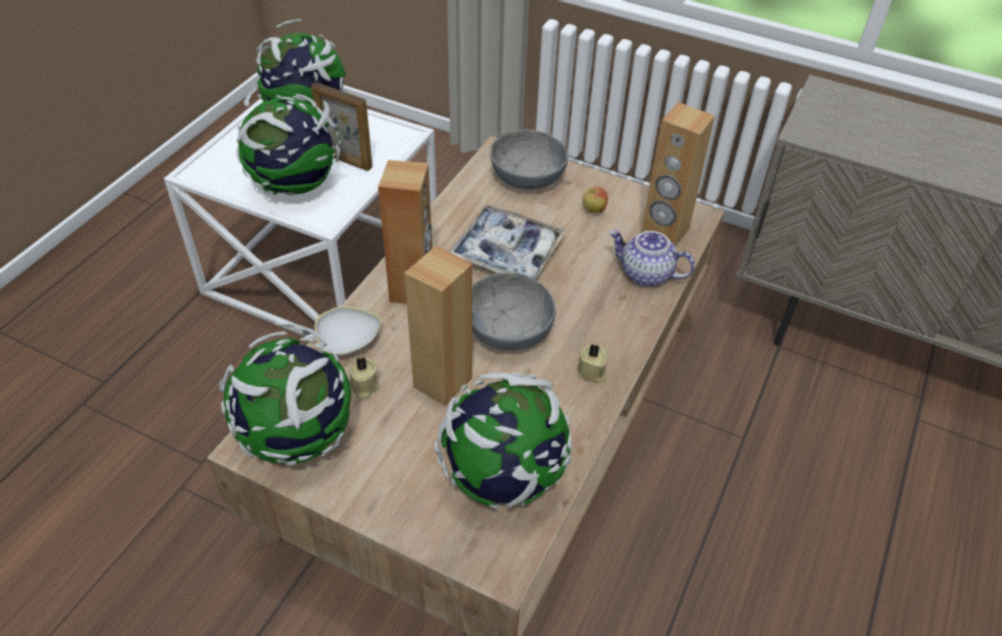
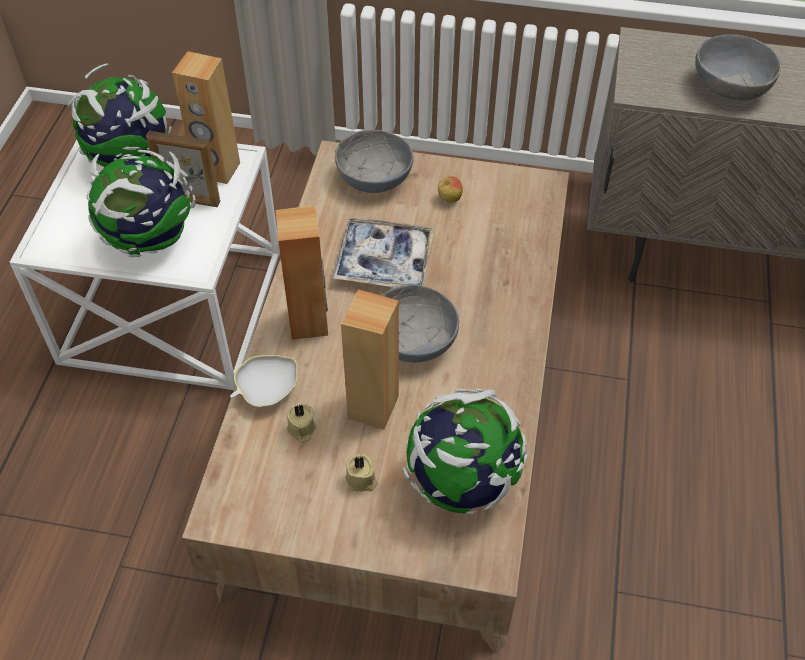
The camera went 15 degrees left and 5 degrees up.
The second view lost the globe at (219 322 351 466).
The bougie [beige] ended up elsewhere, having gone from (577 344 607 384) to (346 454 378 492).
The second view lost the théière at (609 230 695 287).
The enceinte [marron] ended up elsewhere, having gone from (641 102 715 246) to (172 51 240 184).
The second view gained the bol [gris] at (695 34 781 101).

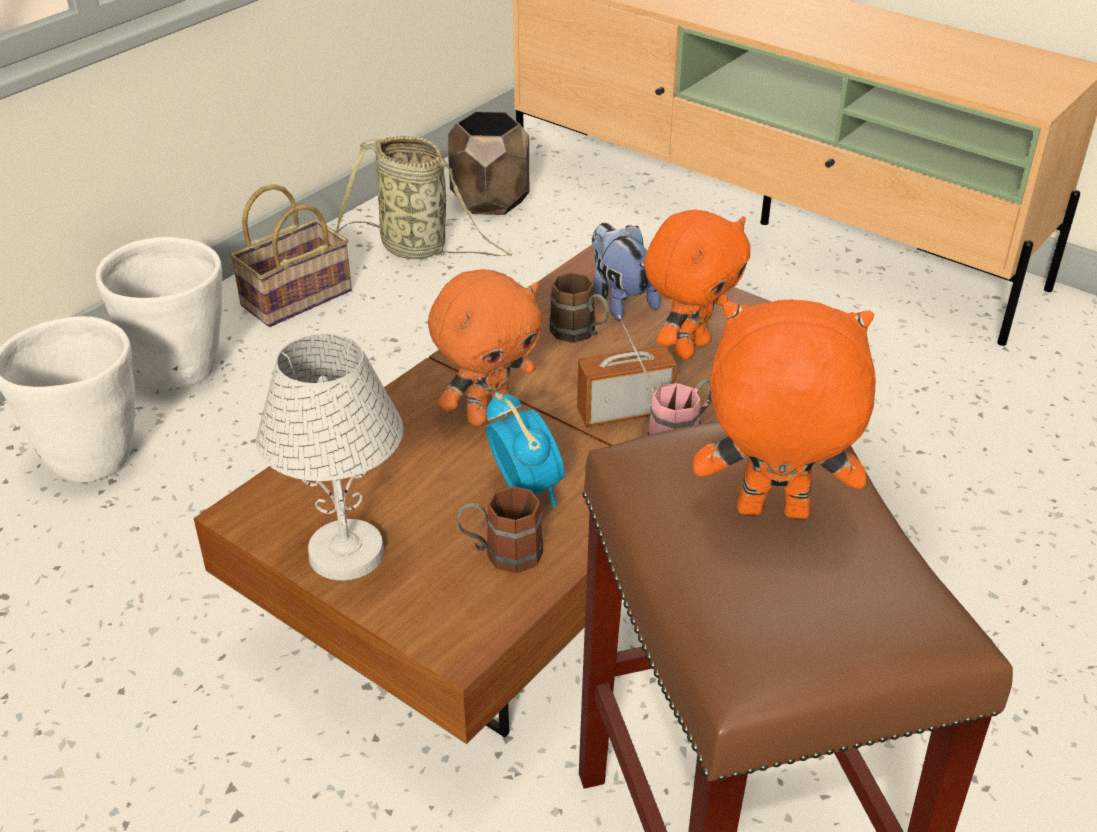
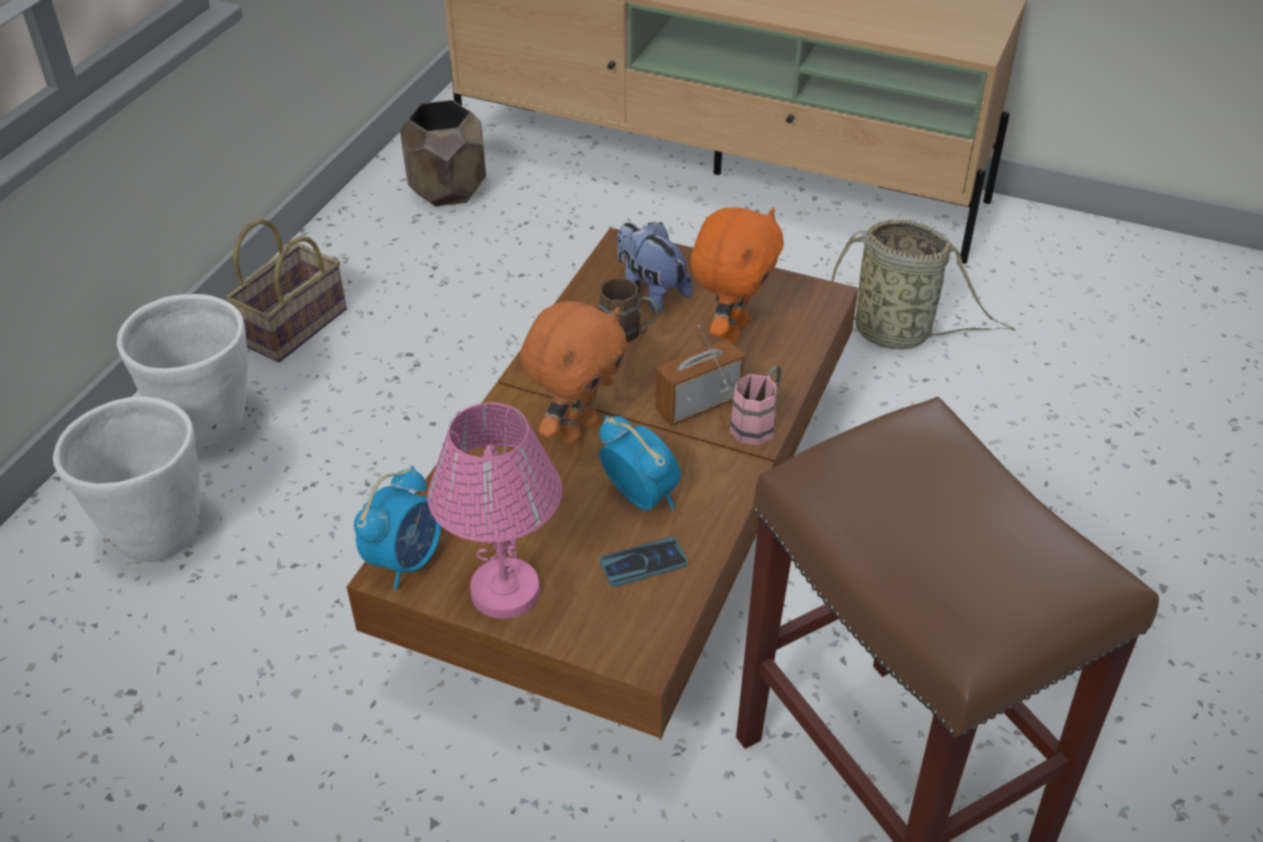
The camera went 15 degrees left and 5 degrees up.
What was the lampe de table [blanc] at (256 333 403 580) turned into the lampe de table [rose] at (427 402 562 619).
The panier ended up elsewhere, having gone from (336 136 512 259) to (831 219 1016 350).
Where the mug [marron] stood at (456 486 543 573), the téléphone came to stand at (600 537 687 587).
The second view lost the peluche [orange] at (693 300 876 519).
The second view gained the réveil at (354 466 441 590).

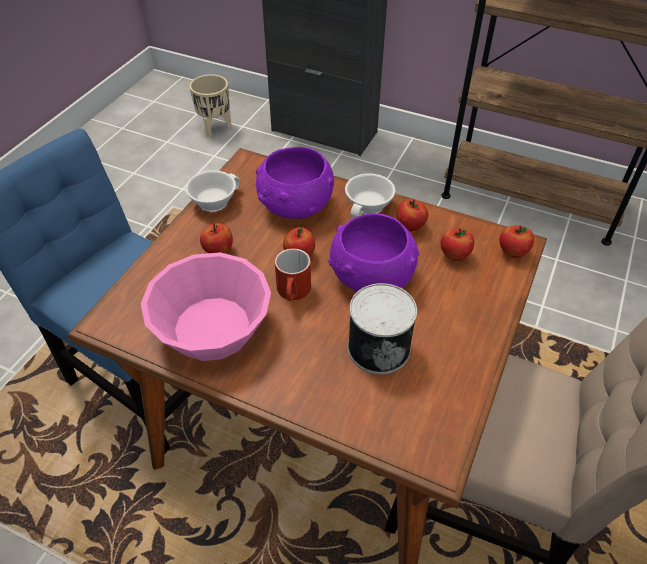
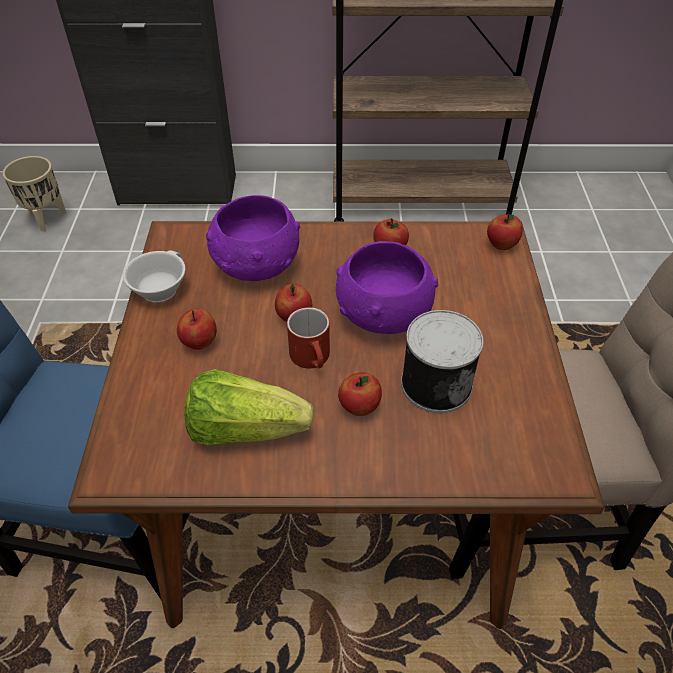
The camera went 25 degrees left and 0 degrees up.
Where the bol [rose] stood at (141 252 271 361), the laitue came to stand at (185 369 314 445).
The second view lost the tasse [blanc] at (345 173 395 218).
The pomme ended up elsewhere, having gone from (440 228 474 261) to (338 372 382 416).

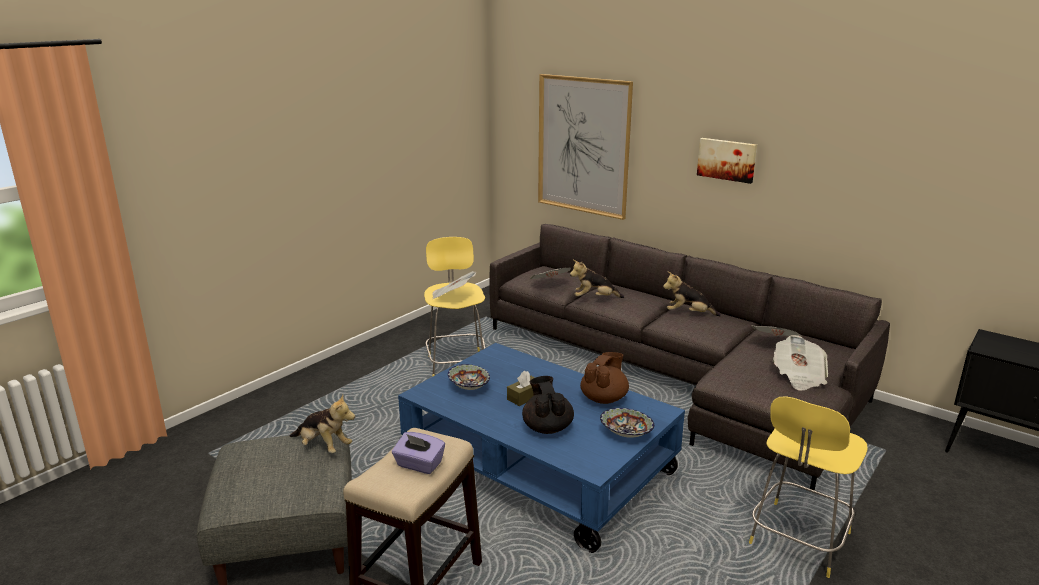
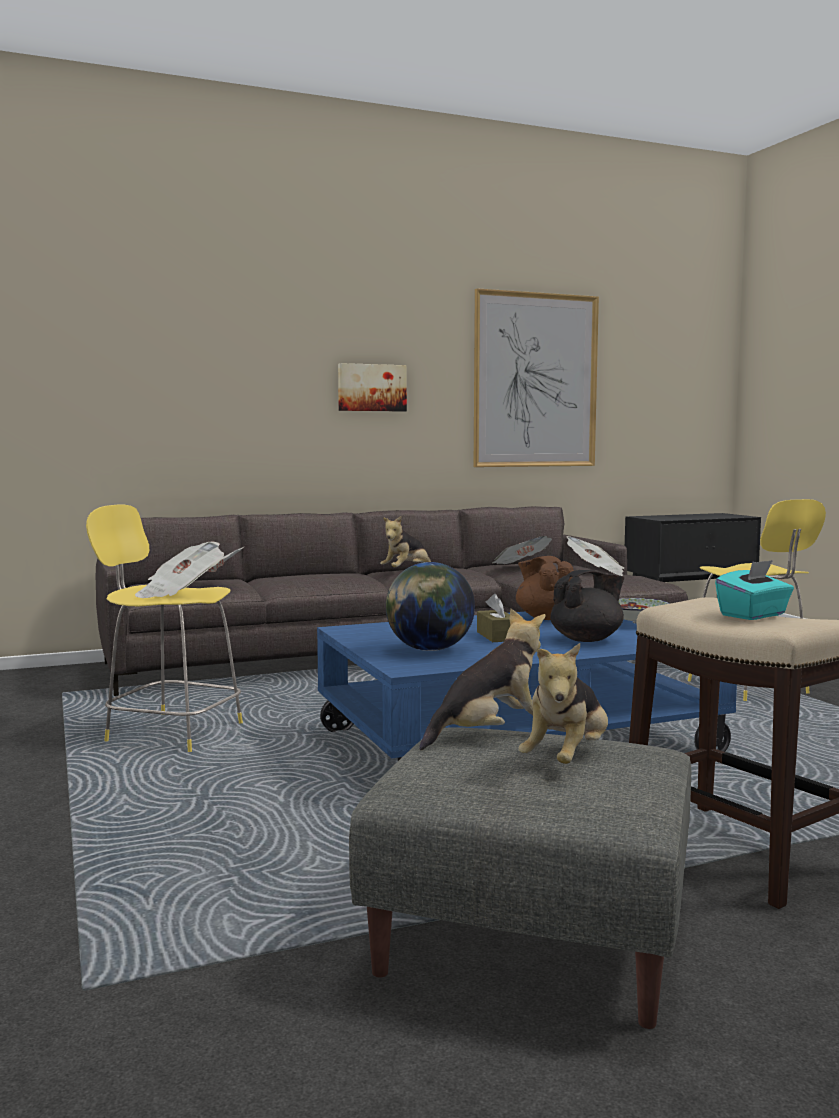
The camera went 60 degrees left and 15 degrees down.
What was the boîte à mouchoirs [violet] at (392 432 445 474) turned into the boîte à mouchoirs [turquoise] at (715 560 794 620).
Where the bol stood at (448 364 490 390), the globe came to stand at (386 562 475 651).
The théière [noir] at (522 376 574 434) ended up facing another way, 135 degrees clockwise from before.
The tableau ended up elsewhere, having gone from (538 74 633 220) to (474 288 599 467).
The peluche ended up elsewhere, having gone from (570 260 624 298) to (518 643 608 764).

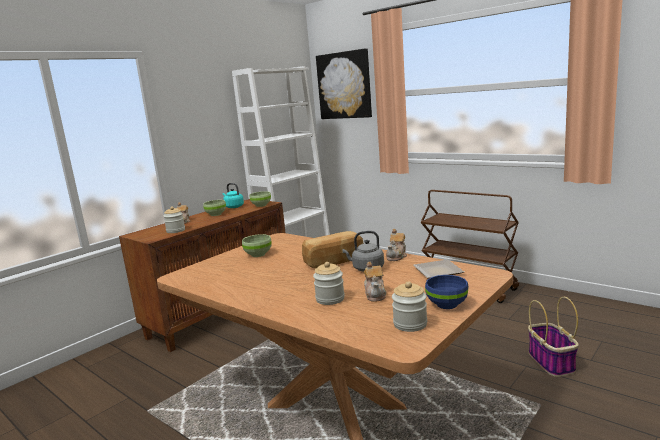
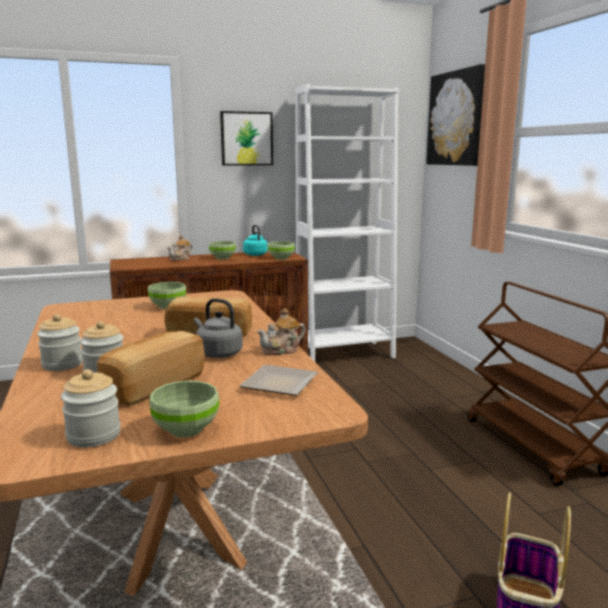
The camera went 30 degrees right and 0 degrees up.
The bocal ended up elsewhere, having gone from (163 206 185 233) to (37 314 83 371).
Where the théière stood at (364 262 387 302), the pain came to stand at (97 331 205 406).
What was the bol [bleu] at (425 275 468 309) turned into the bol [vert] at (150 381 219 437).
The second view gained the tableau at (220 111 273 166).

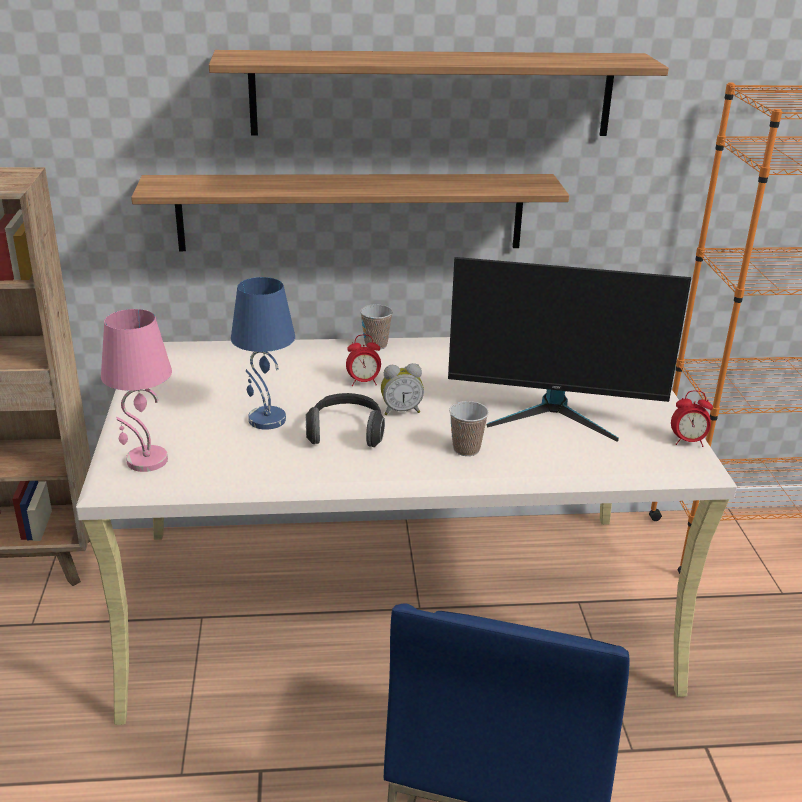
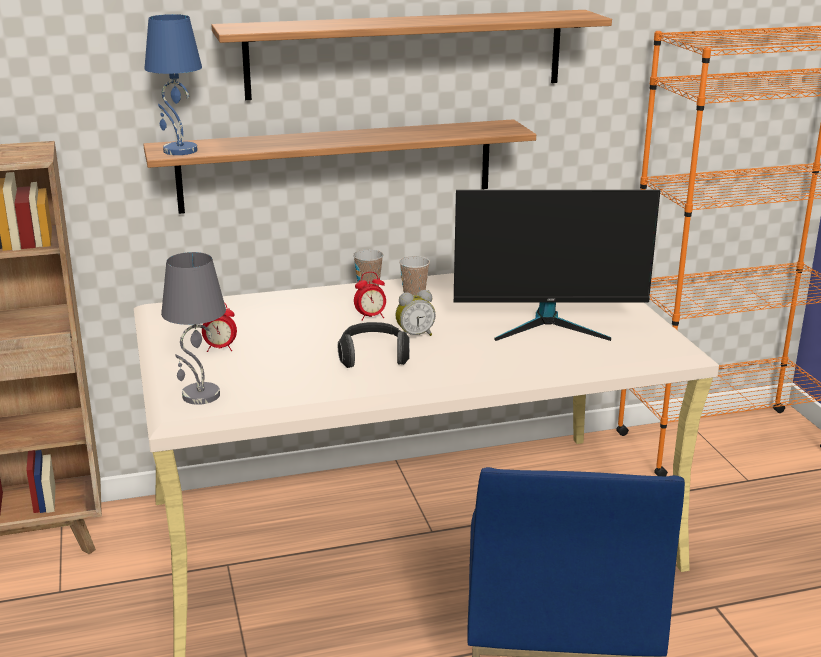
The camera went 10 degrees left and 5 degrees down.
What was the lampe de table [rose] at (101 309 172 472) turned into the lampe de table [gris] at (161 252 226 405).
The lampe de table [bleu] ended up elsewhere, having gone from (231 277 295 430) to (144 14 202 155).
The tasse ended up elsewhere, having gone from (449 401 489 456) to (399 256 430 295).
The réveil ended up elsewhere, having gone from (671 390 713 447) to (202 303 237 352).

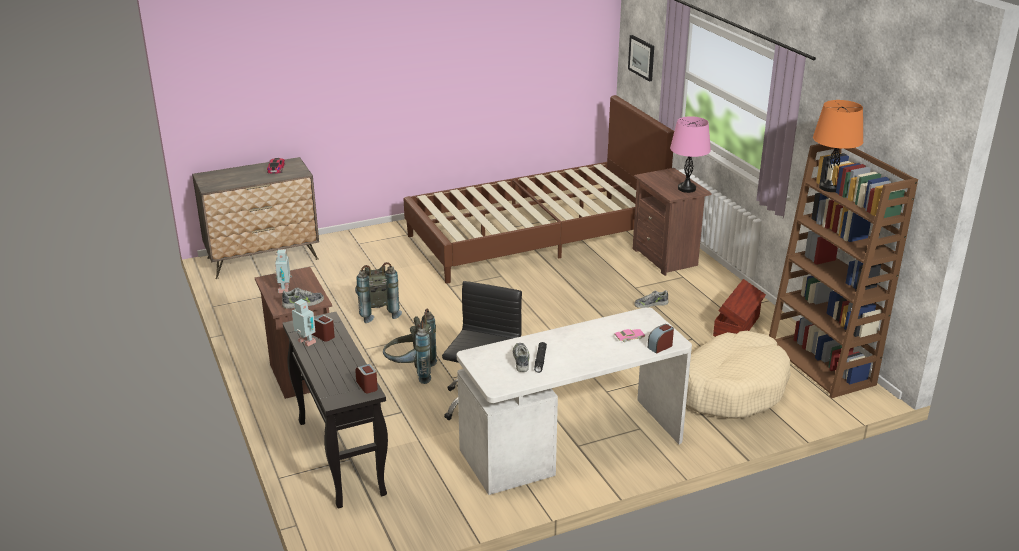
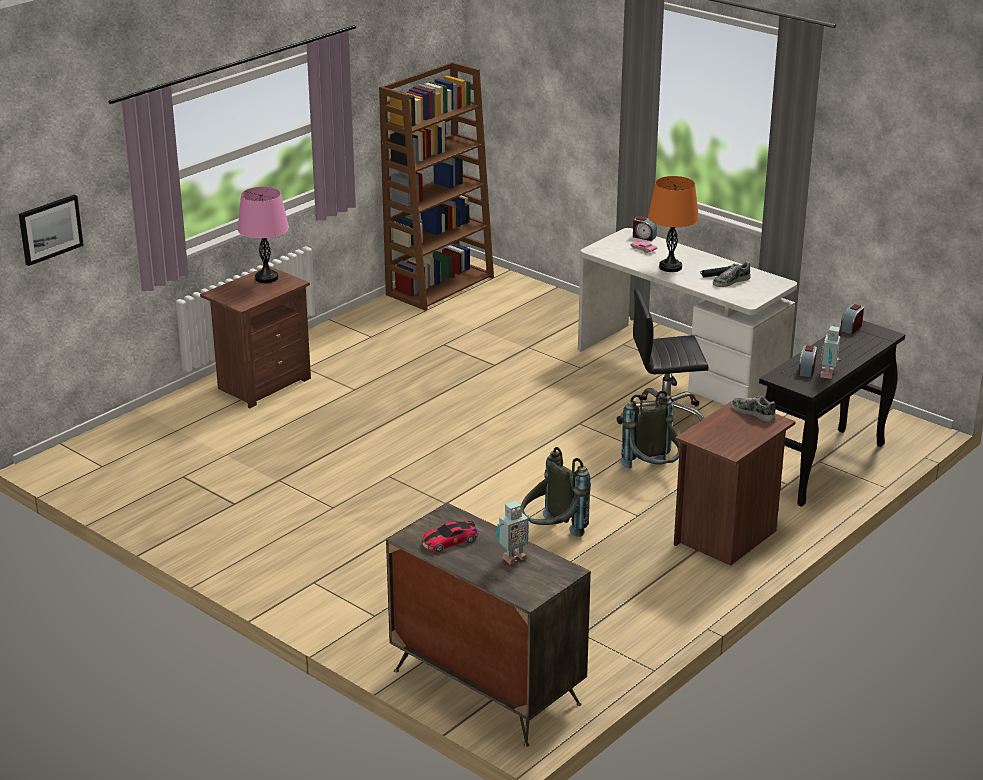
The camera went 115 degrees left and 0 degrees up.
The robot jouet ended up elsewhere, having gone from (275 249 292 293) to (496 501 529 565).
The second view lost the lit [marron] at (404 95 674 283).
The second view lost the chaussure at (634 290 669 308).
The second view lost the panier pour chien [beige] at (686 331 791 419).
The second view lost the boîte de rangement [marron] at (713 279 766 337).
The lampe de table [orange] ended up elsewhere, having gone from (813 100 863 192) to (648 176 699 272).

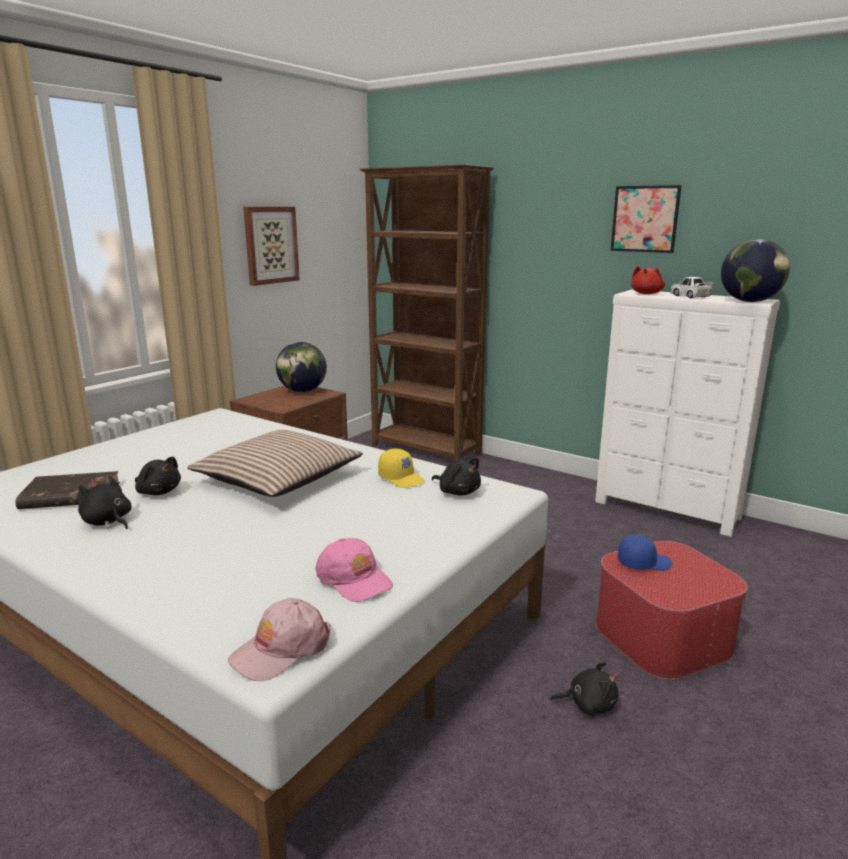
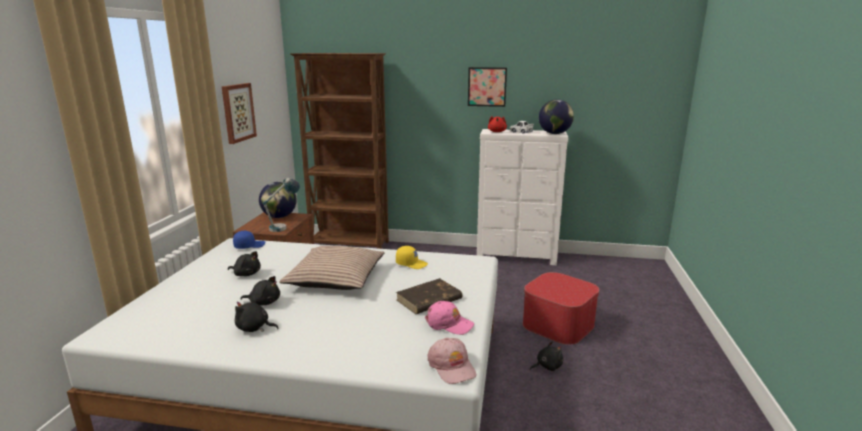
The camera went 25 degrees left and 0 degrees up.
The livre [marron] ended up elsewhere, having gone from (15 471 120 509) to (396 278 463 314).
The casquette [rose] at (228 598 330 682) ended up facing another way, 45 degrees counterclockwise from before.
The peluche [noir] ended up elsewhere, having gone from (432 458 481 495) to (228 251 261 276).
The casquette [bleu] ended up elsewhere, having gone from (618 535 672 571) to (233 231 265 249).
The second view gained the lampe de table at (263 178 300 232).

